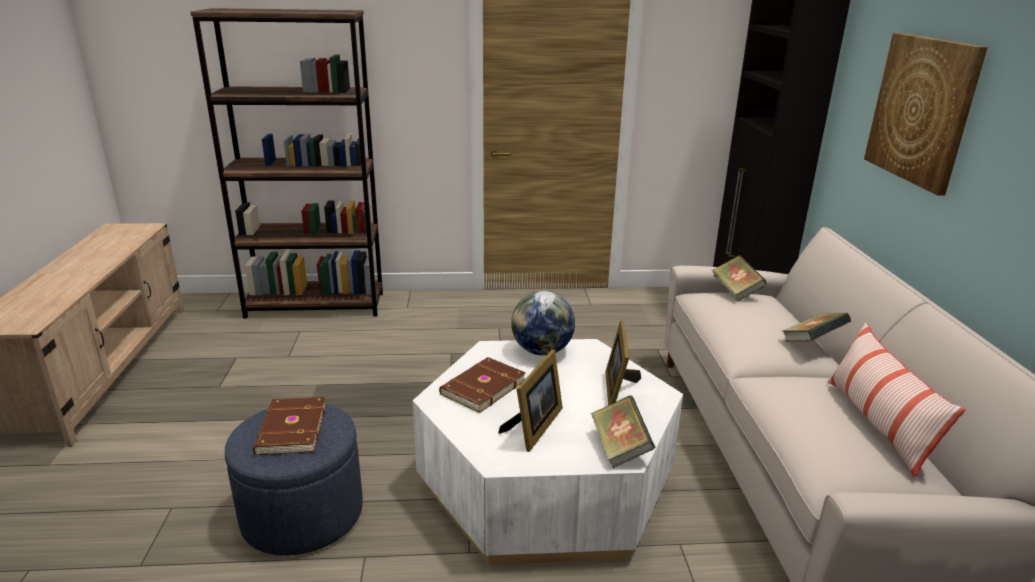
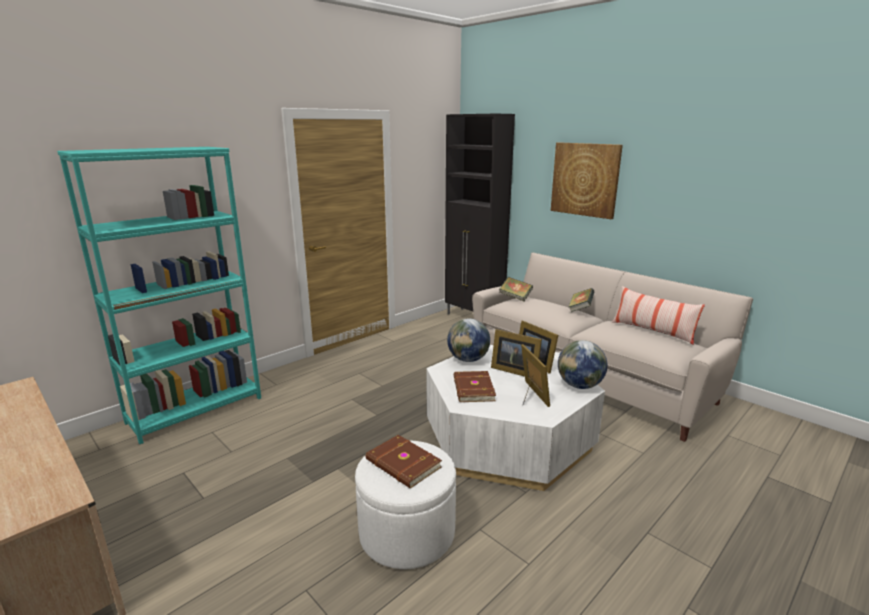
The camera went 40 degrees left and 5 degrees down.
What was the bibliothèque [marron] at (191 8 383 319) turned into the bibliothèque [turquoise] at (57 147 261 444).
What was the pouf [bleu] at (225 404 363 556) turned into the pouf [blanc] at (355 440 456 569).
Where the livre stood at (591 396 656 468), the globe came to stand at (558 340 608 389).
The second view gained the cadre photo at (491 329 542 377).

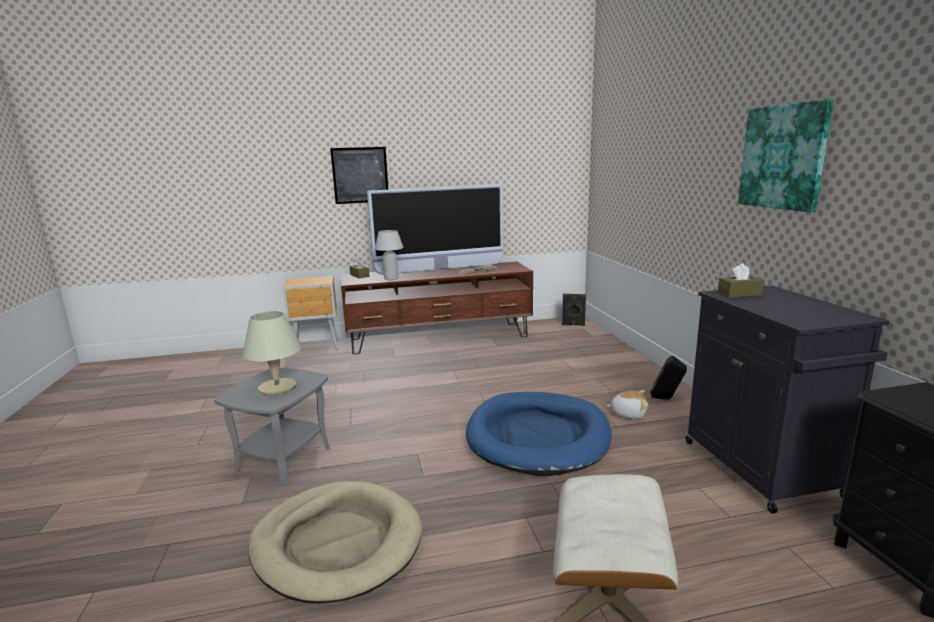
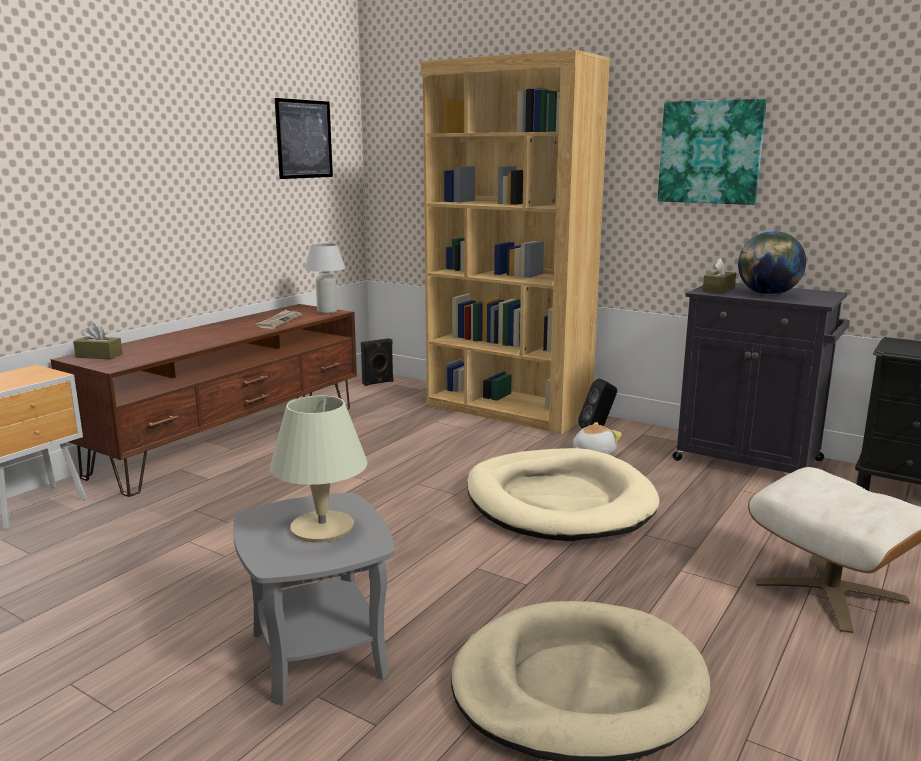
The camera went 45 degrees left and 0 degrees up.
The tableau ended up elsewhere, having gone from (330 147 388 204) to (275 98 333 179).
The second view lost the téléviseur at (367 184 503 275).
The lampe de table [blanc] ended up elsewhere, having gone from (375 230 404 280) to (305 243 345 314).
What was the panier pour chien [bleu] at (466 392 612 476) turned into the panier pour chien [beige] at (467 448 659 541).
The second view gained the bibliothèque [marron] at (421 50 610 435).
The second view gained the globe at (738 231 806 295).

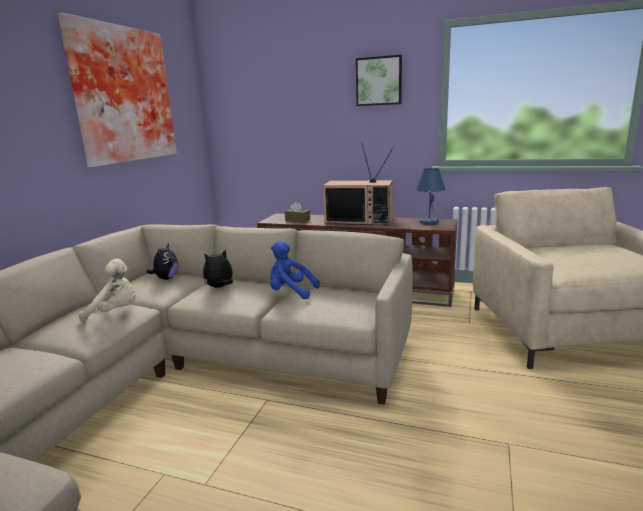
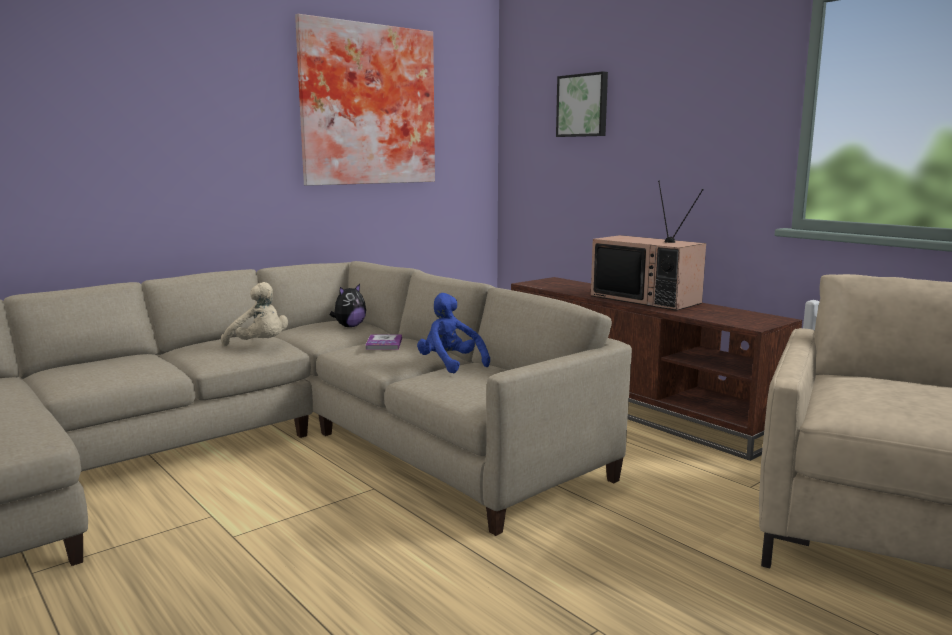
The camera went 30 degrees right and 5 degrees down.
Where the peluche stood at (203 249 233 288), the livre came to stand at (366 334 402 350).
The second view lost the boîte à mouchoirs [marron] at (285 202 310 223).
The tableau ended up elsewhere, having gone from (356 55 402 106) to (556 71 608 137).
The second view lost the lampe de table [bleu] at (415 168 446 224).

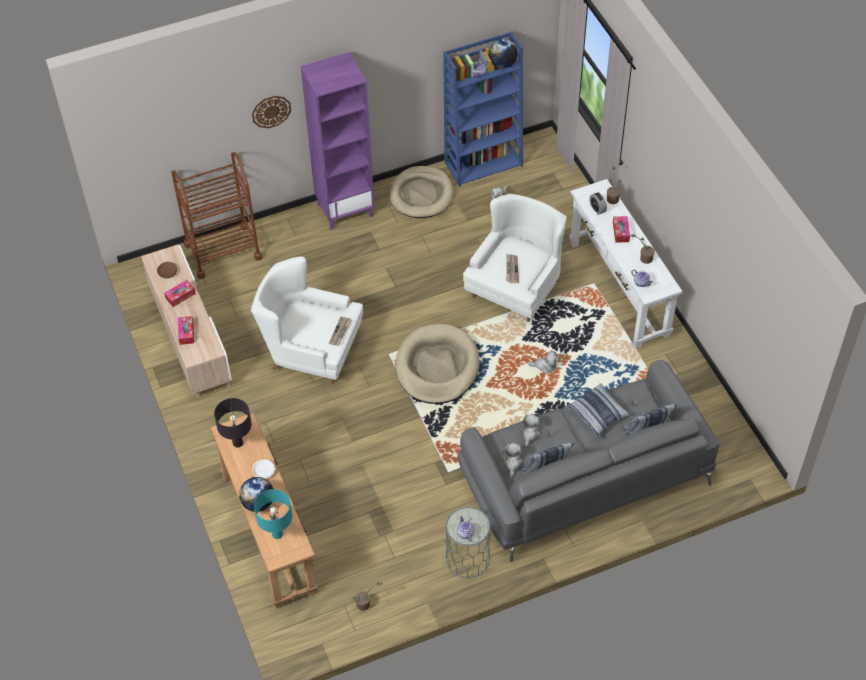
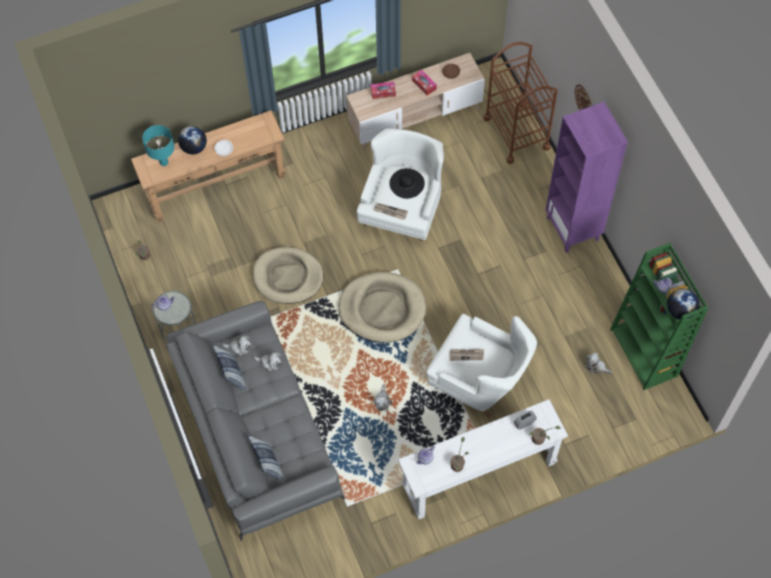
The camera went 90 degrees right and 10 degrees up.
The second view lost the lampe de table [noir] at (214 398 252 448).
The panier pour chien [beige] ended up elsewhere, having gone from (390 166 453 218) to (253 247 323 304).
What was the bibliothèque [bleu] at (443 31 523 187) turned into the bibliothèque [vert] at (610 243 708 390).
The second view lost the coussin at (566 383 632 437).
The second view lost the boîte à mouchoirs at (613 216 630 243).
The second view gained the chapeau [noir] at (389 168 425 199).

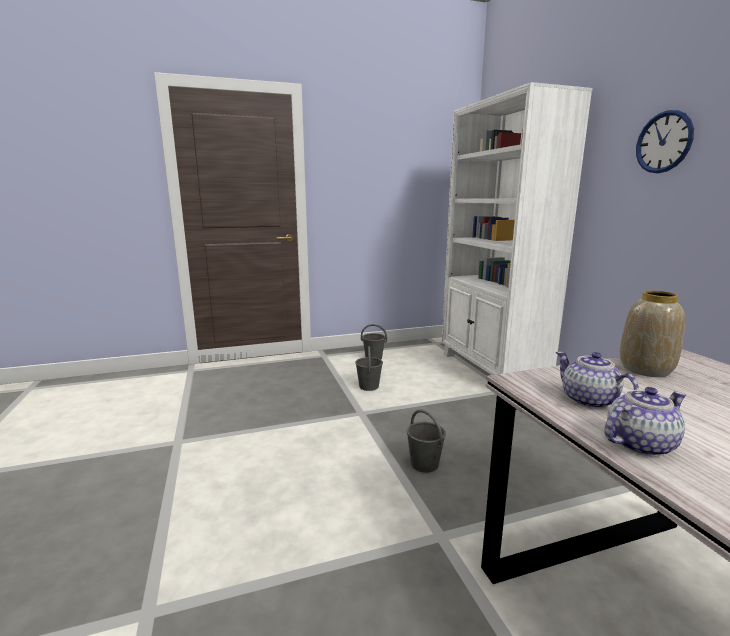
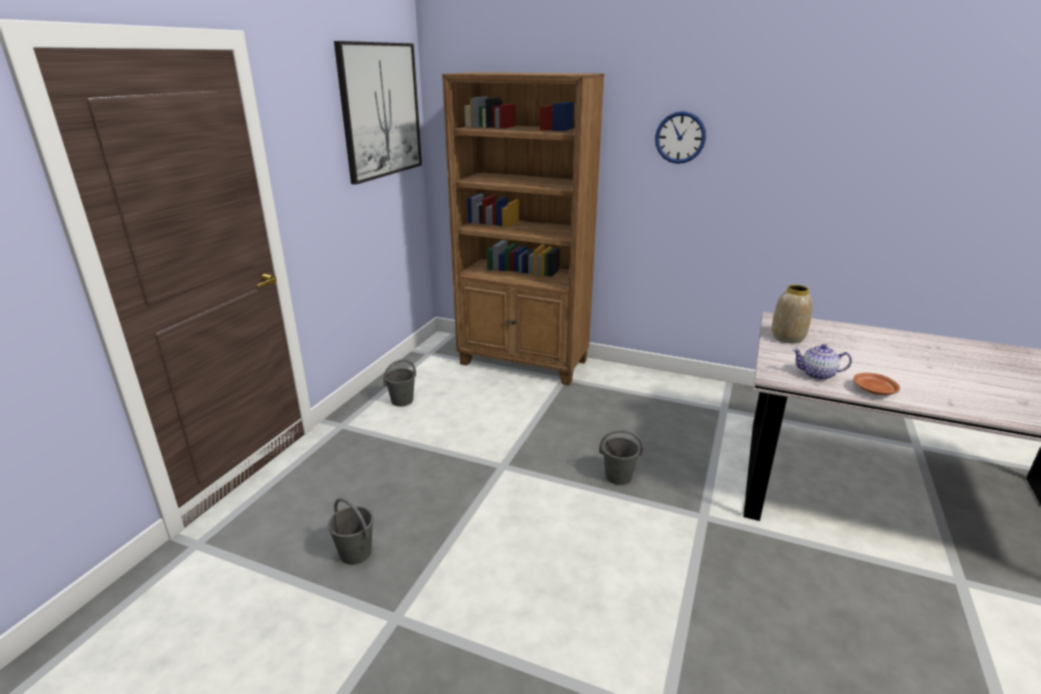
The camera went 50 degrees left and 10 degrees up.
The seau [gris] ended up elsewhere, having gone from (355 346 383 391) to (328 498 373 565).
What was the bibliothèque [blanc] at (442 82 593 375) turned into the bibliothèque [marron] at (442 72 604 385).
Where the théière stood at (604 387 686 457), the assiette [marron] came to stand at (853 373 900 395).
The second view gained the tableau at (334 41 422 185).

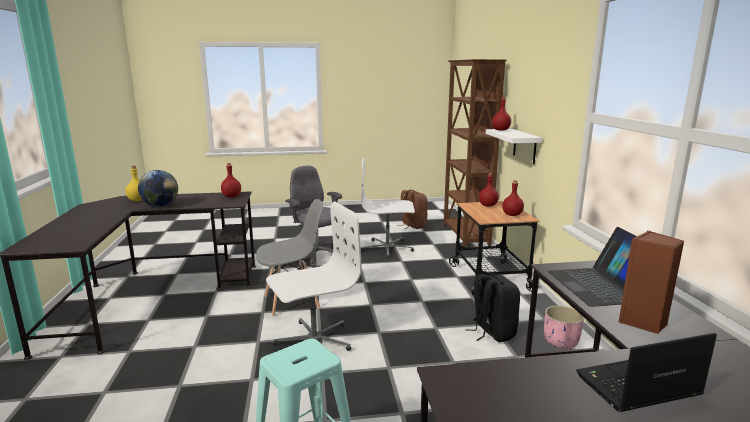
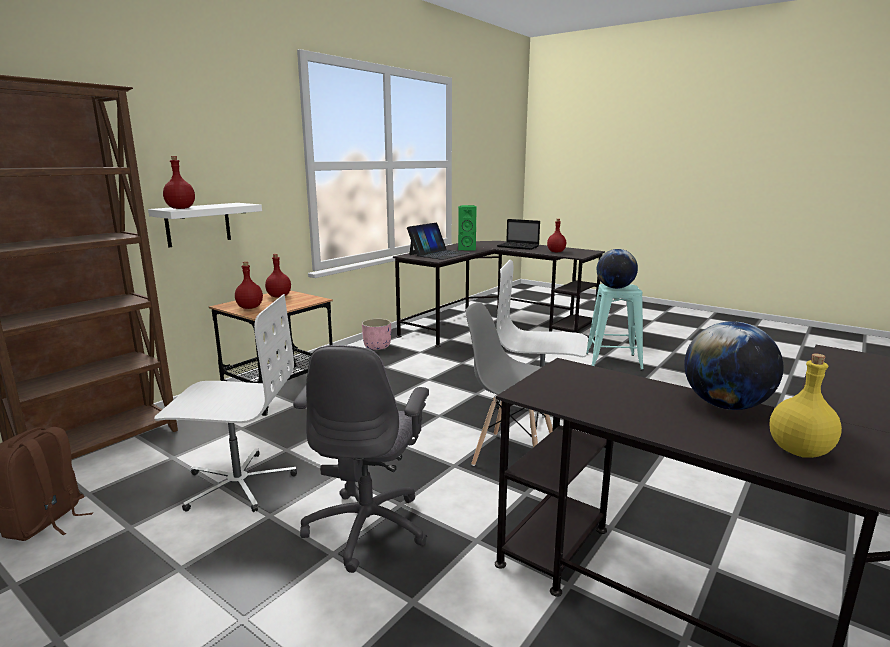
The camera went 135 degrees left and 0 degrees up.
The bouteille [rouge] ended up elsewhere, having gone from (221 163 241 198) to (547 219 566 252).
The chaise de bureau [blanc] at (361 158 415 258) ended up facing another way, 45 degrees counterclockwise from before.
The second view lost the sac à dos [noir] at (465 274 520 342).
What was the enceinte [marron] at (619 230 684 334) turned into the enceinte [vert] at (458 205 477 251).
The second view gained the globe at (597 249 638 289).

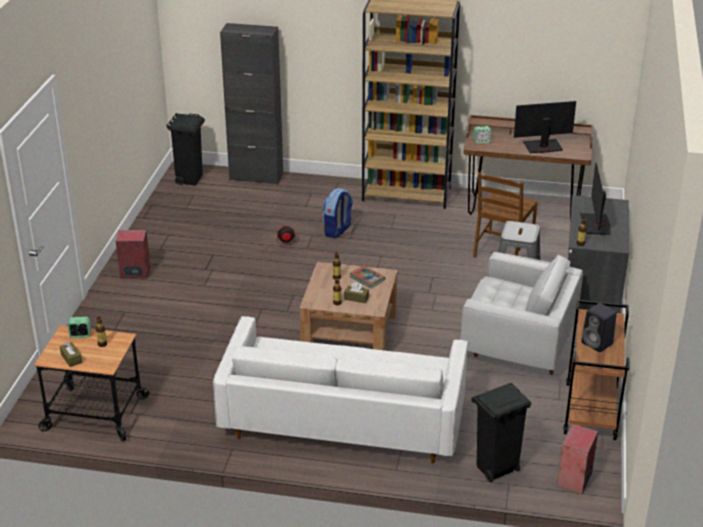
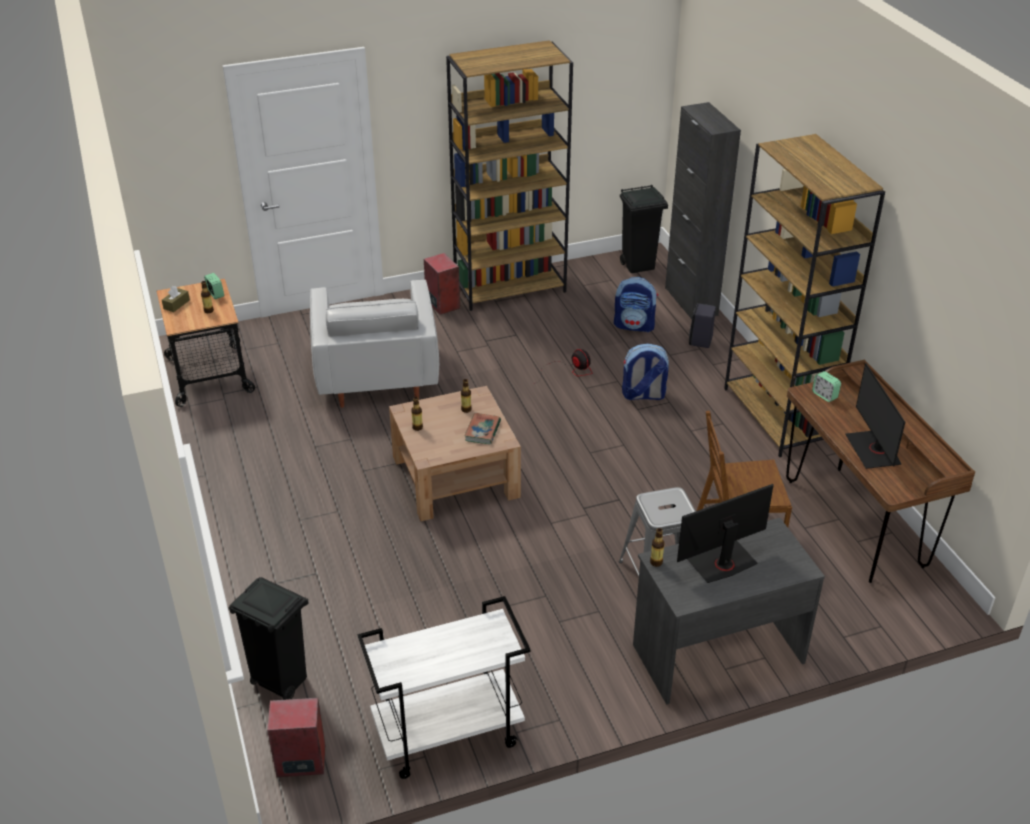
The camera went 60 degrees right and 5 degrees up.
The second view lost the canapé [blanc] at (213 316 468 463).
The second view lost the boîte à mouchoirs [marron] at (344 282 369 303).
The fauteuil [blanc] ended up elsewhere, having gone from (461 252 583 375) to (310 280 439 408).
The écran d'ordinateur at (514 101 576 153) ended up facing another way, 150 degrees counterclockwise from before.
What was the chariot [marron] at (563 300 629 440) turned into the chariot [blanc] at (357 596 531 779).
The enceinte [noir] ended up elsewhere, having gone from (581 303 617 352) to (689 303 716 348).
The second view gained the bibliothèque [marron] at (446 40 573 311).
The second view gained the sac à dos at (614 277 658 332).

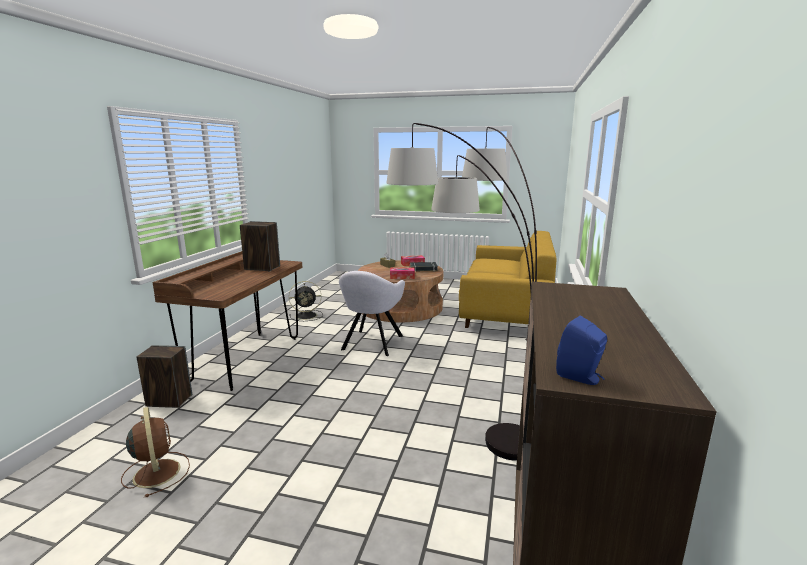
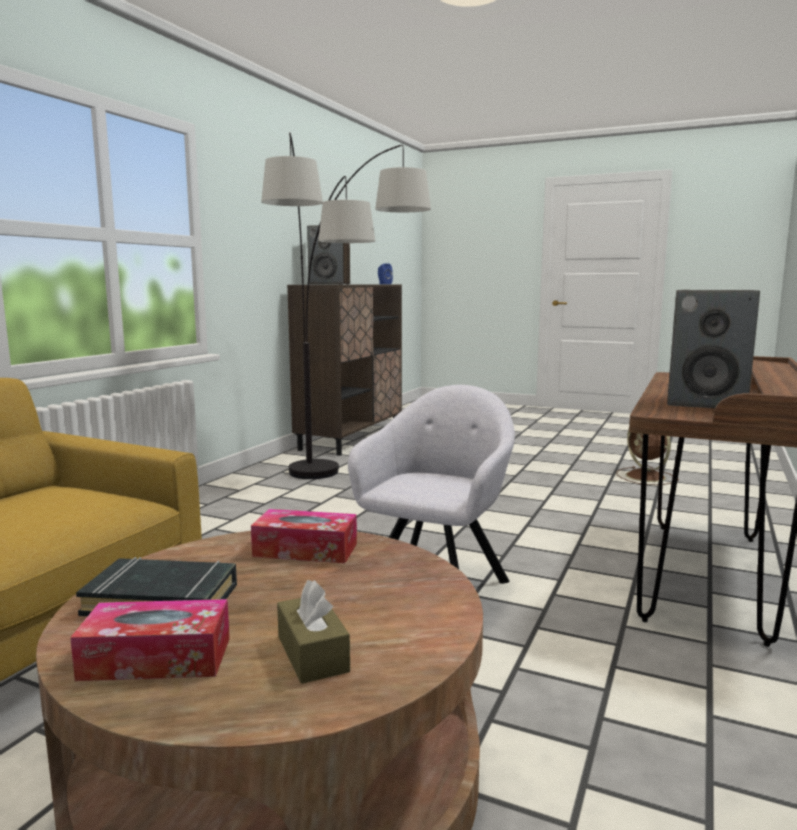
The camera went 170 degrees left and 5 degrees down.
The enceinte ended up elsewhere, having gone from (137 345 192 408) to (307 225 350 285).
The second view lost the ventilateur [noir] at (289 281 323 321).

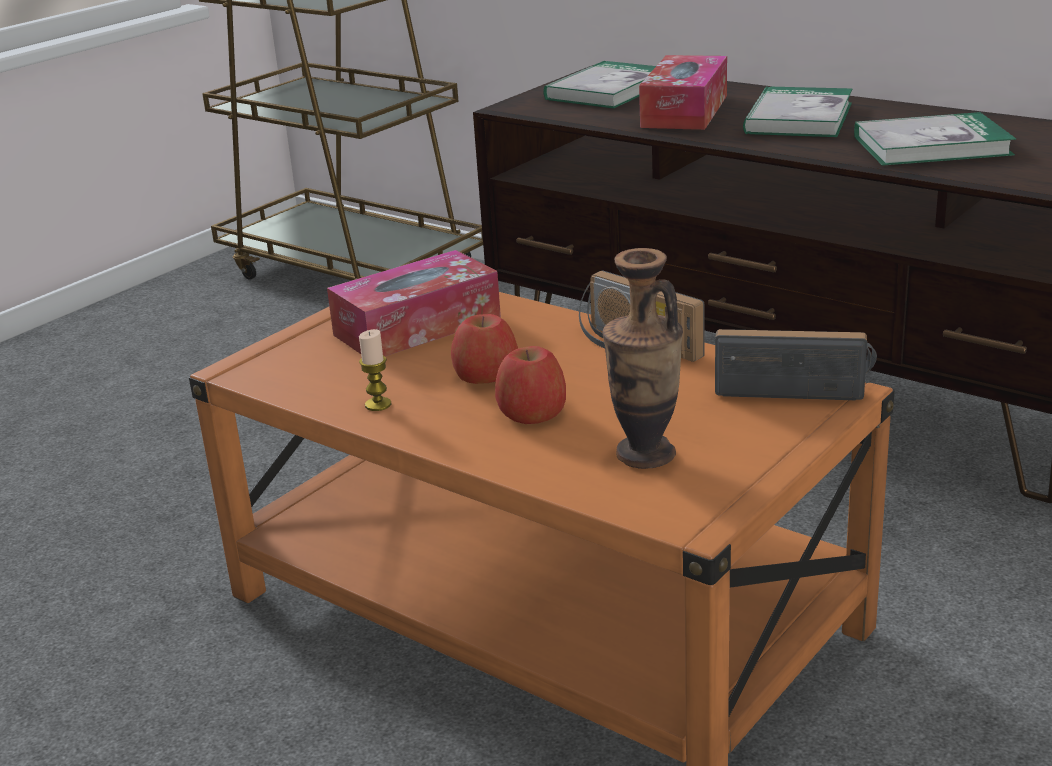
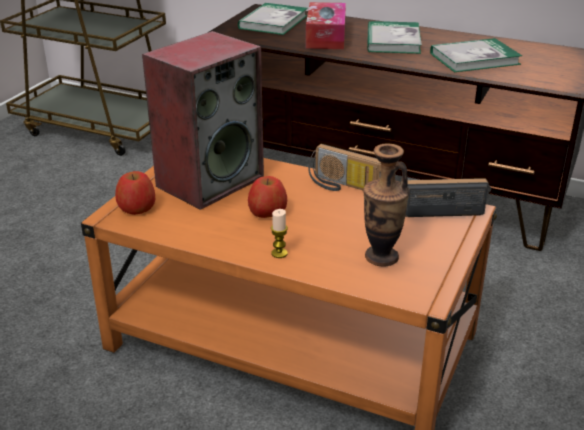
The camera went 15 degrees left and 5 degrees up.
Where the boîte à mouchoirs stood at (327 250 501 356), the enceinte came to stand at (142 31 264 210).
The bougie ended up elsewhere, having gone from (359 329 391 411) to (271 209 288 258).
The pomme ended up elsewhere, having gone from (495 346 566 424) to (115 171 155 215).

